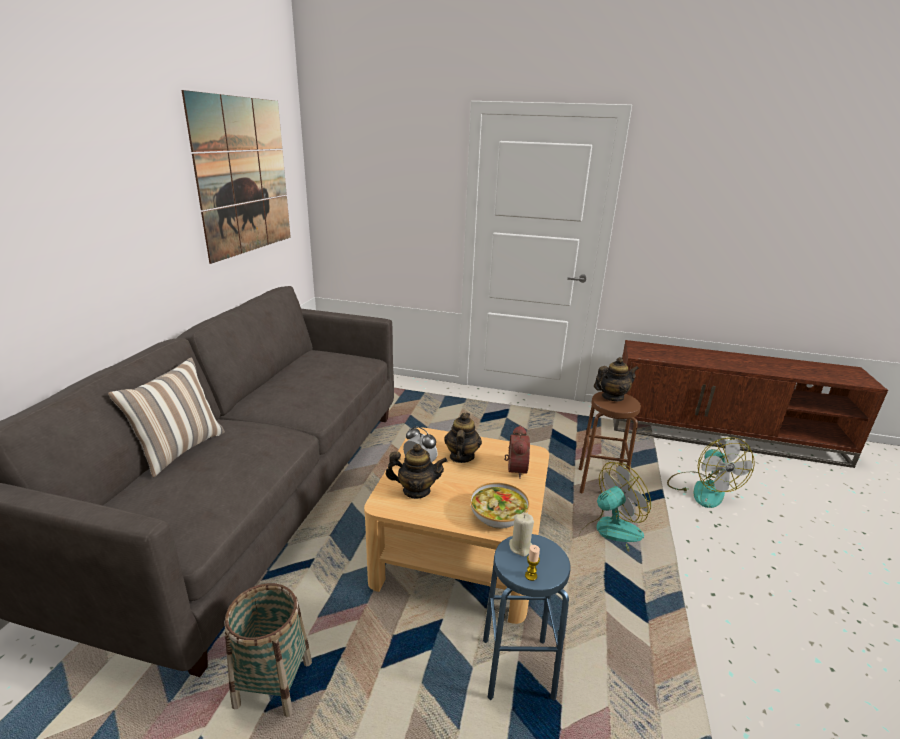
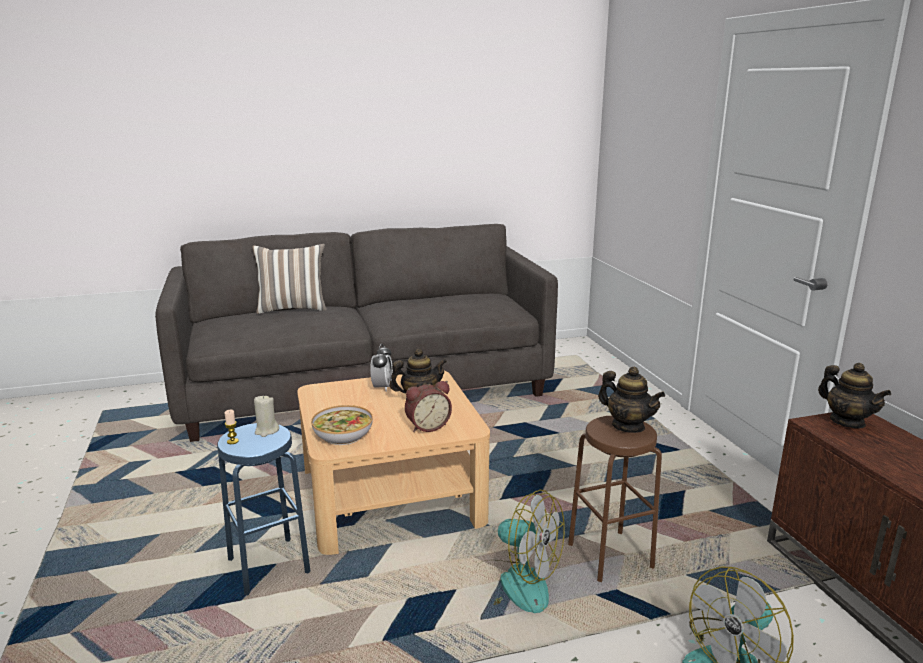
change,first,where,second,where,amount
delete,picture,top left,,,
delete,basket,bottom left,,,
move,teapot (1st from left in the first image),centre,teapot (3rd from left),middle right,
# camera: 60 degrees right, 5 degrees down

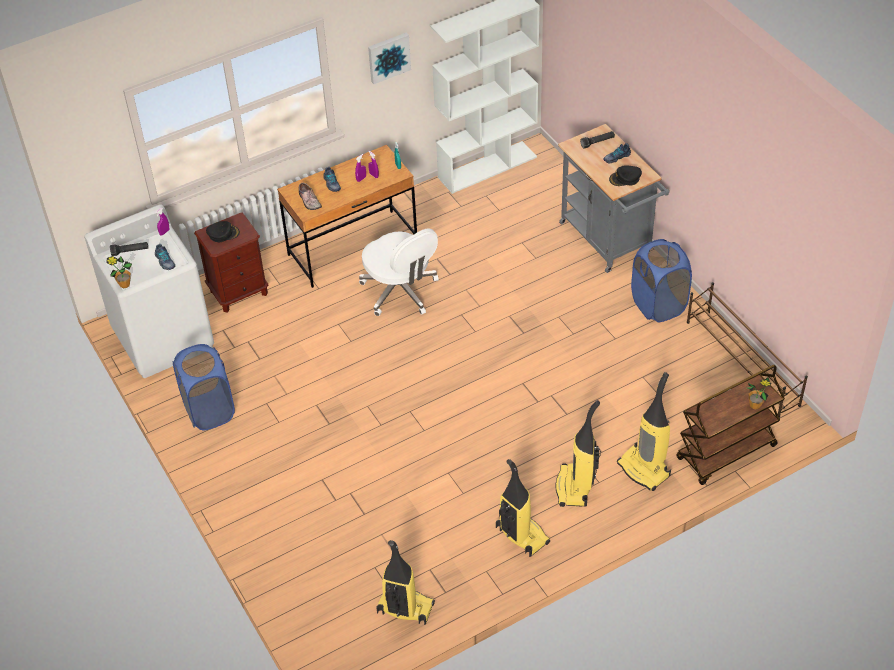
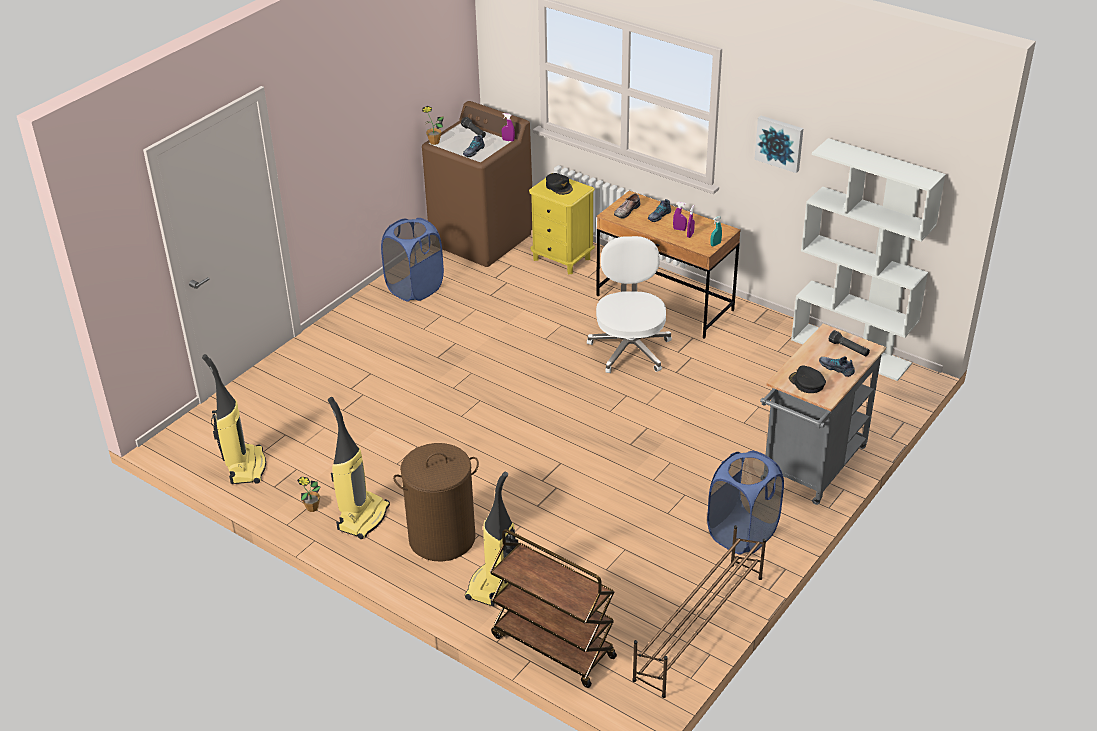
change,first,where,second,where,amount
recolor,washing machine (white),middle left,washing machine (brown),top centre,
recolor,nightstand (brown),middle left,nightstand (yellow),top centre,
rotate,office chair (white),centre,,centre,150 degrees clockwise
replace,vacuum cleaner (3rd from left),bottom centre,laundry basket (brown),bottom centre,
move,potted plant (2nd from left in the first image),middle right,potted plant (1st from left),bottom left,
# camera: 65 degrees right, 10 degrees down

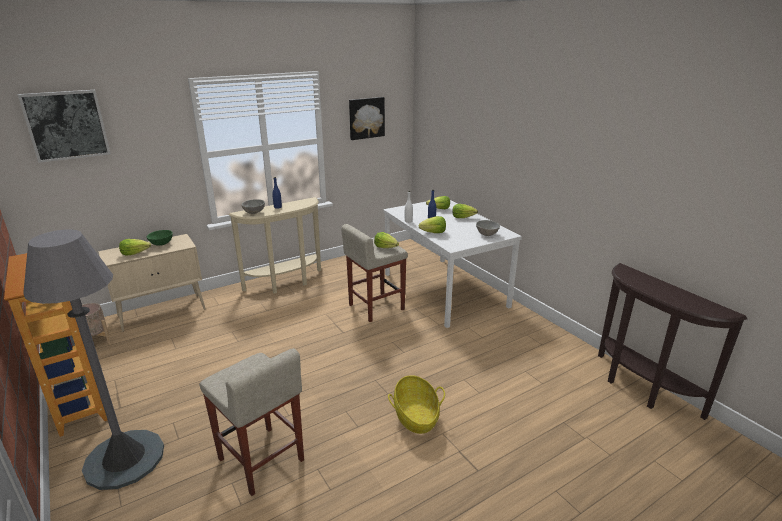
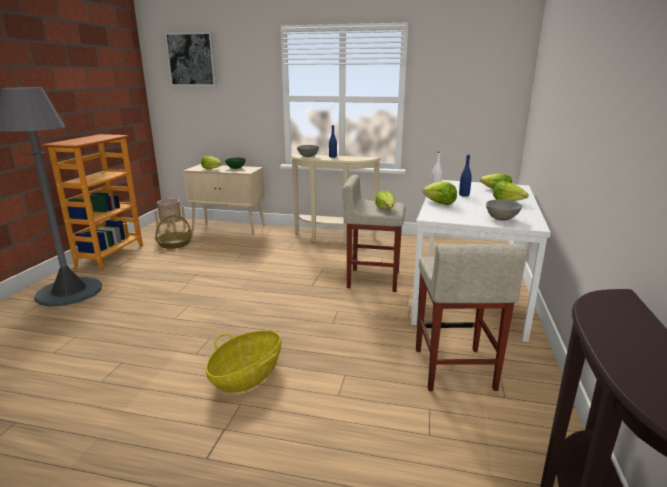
change,first,where,second,where,amount
move,stool (beige) (1st from left in the first image),bottom left,stool (beige) (2nd from left),middle right,
delete,picture (2nd from left),top centre,,,
insert,,,basket (1st from left),middle left,
# camera: 45 degrees right, 5 degrees down

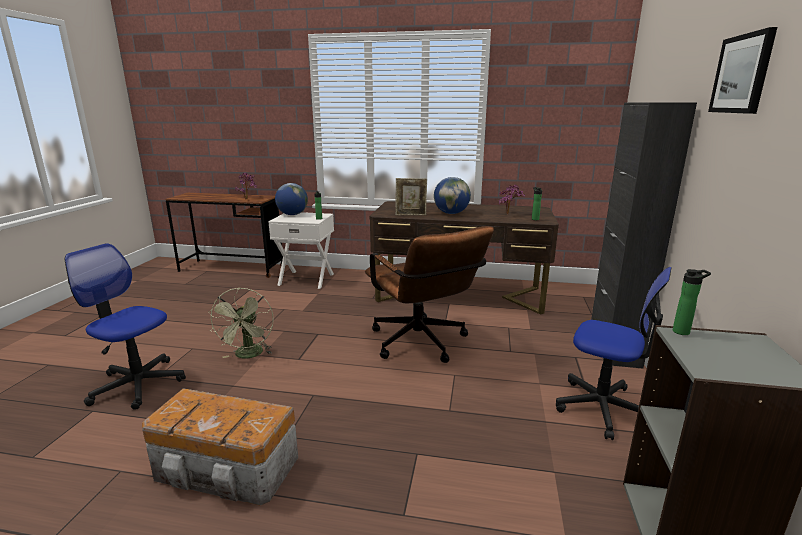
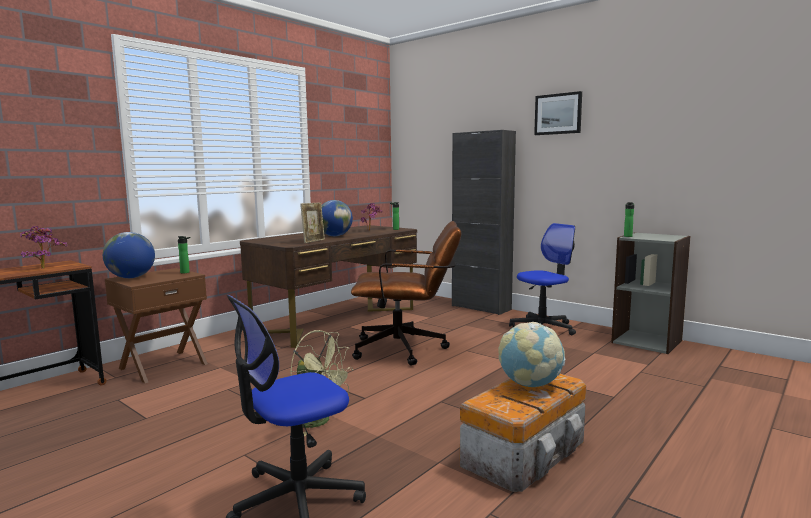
change,first,where,second,where,amount
recolor,nightstand (white),centre,nightstand (brown),middle left,
insert,,,globe (3rd from left),bottom centre,
# camera: 60 degrees left, 10 degrees down

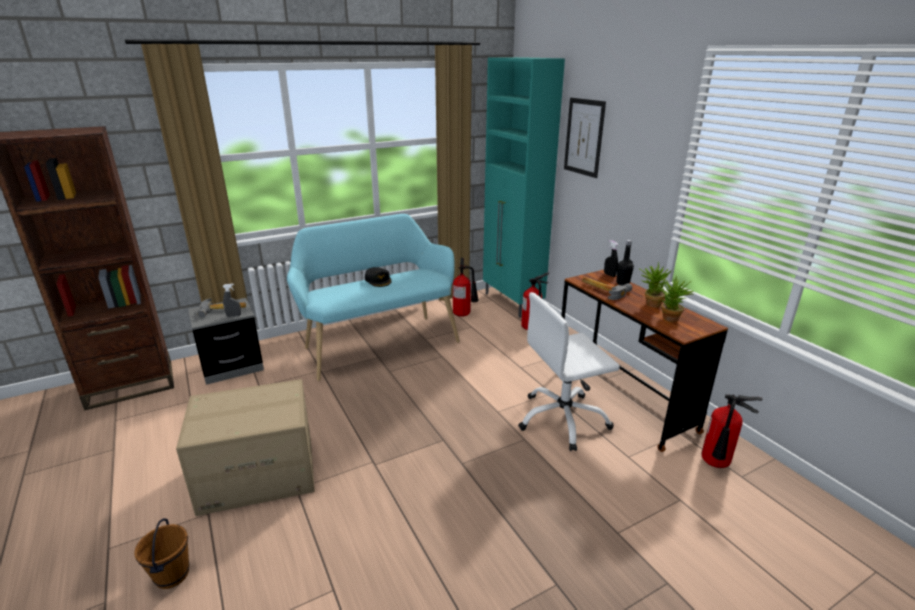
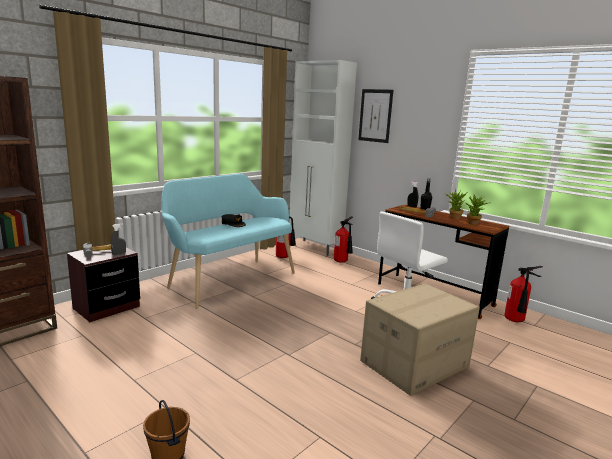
change,first,where,second,where,amount
move,cardboard box,bottom left,,bottom right,
recolor,nightstand (grey),middle left,nightstand (brown),middle left,
recolor,cabinet (turquoise),top centre,cabinet (white),centre,
# camera: 20 degrees left, 10 degrees down

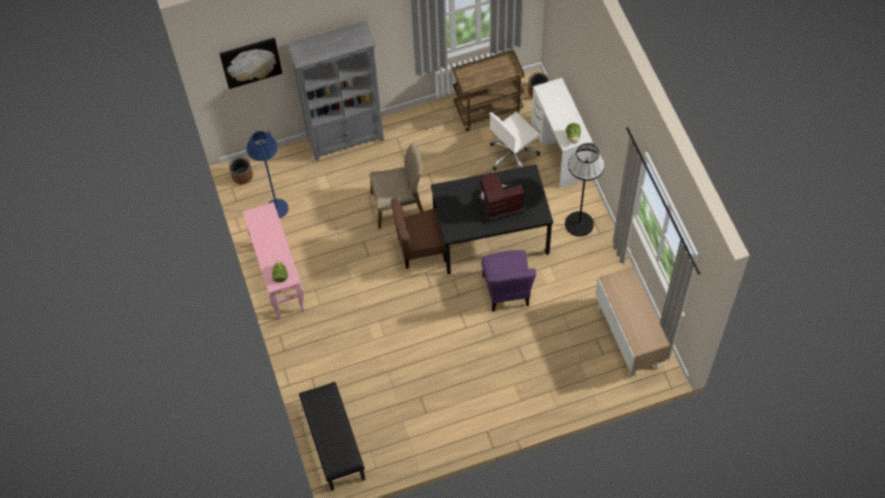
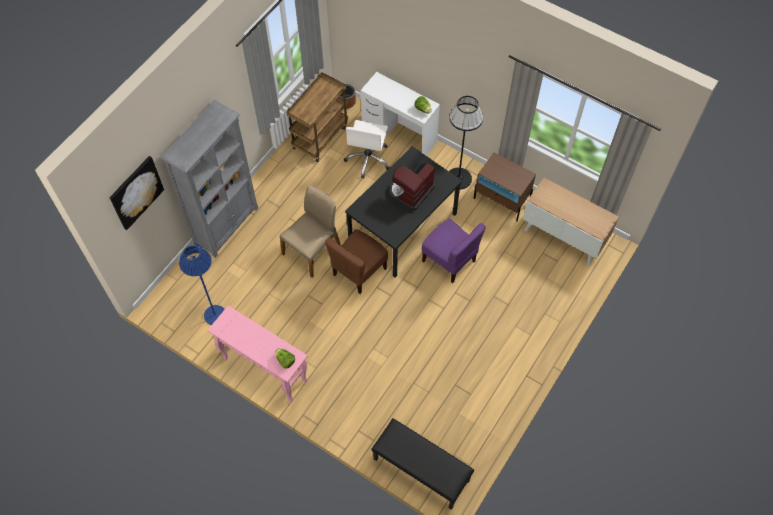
change,first,where,second,where,amount
delete,planter (brown) (1st from left),middle left,,,
insert,,,nightstand (brown),centre,
# camera: 40 degrees left, 0 degrees up

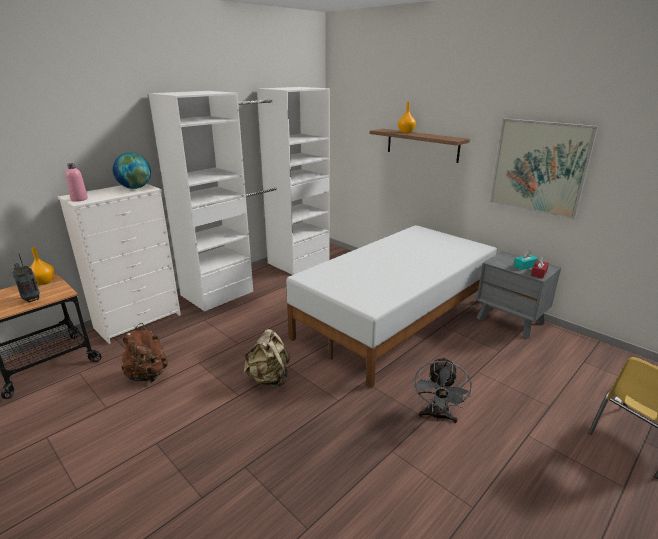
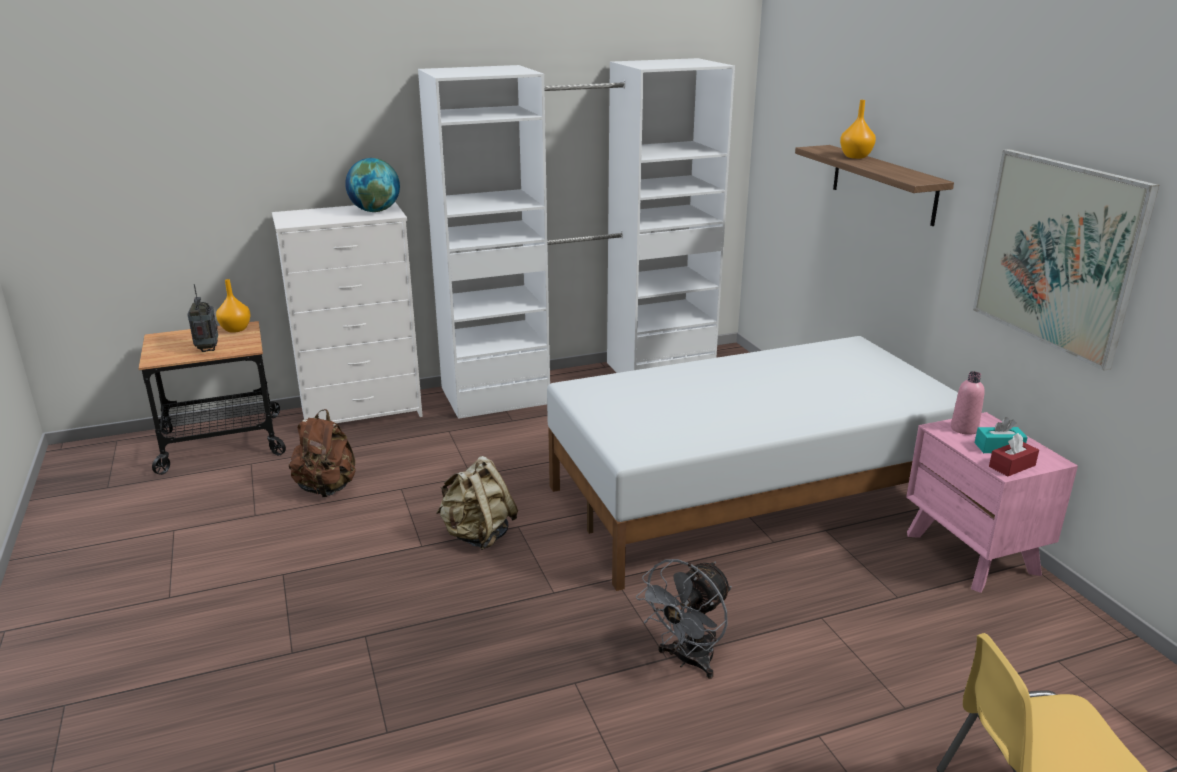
change,first,where,second,where,amount
move,bottle (pink),middle left,,middle right,
recolor,nightstand (grey),middle right,nightstand (pink),middle right,
# camera: 25 degrees right, 0 degrees up

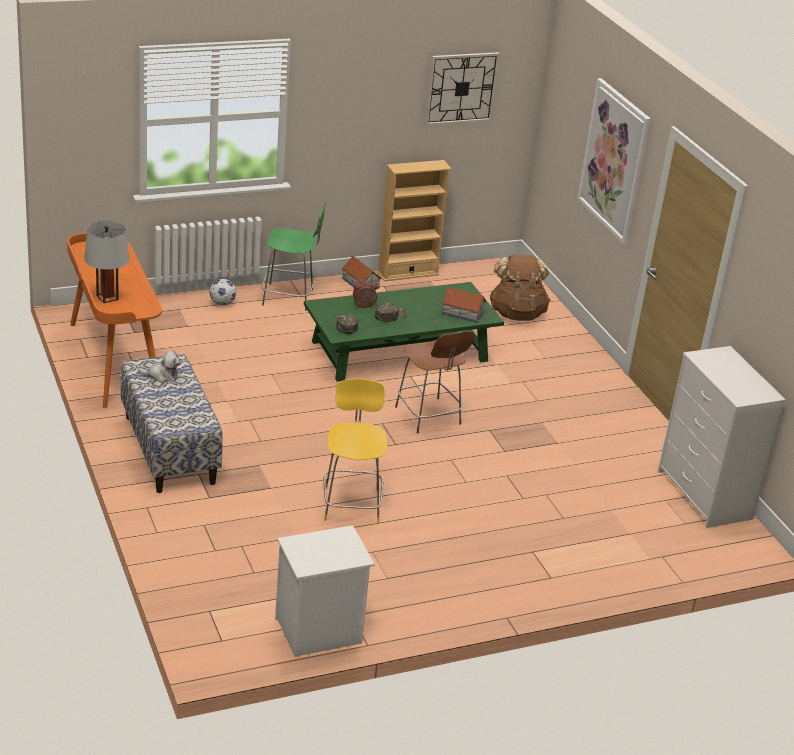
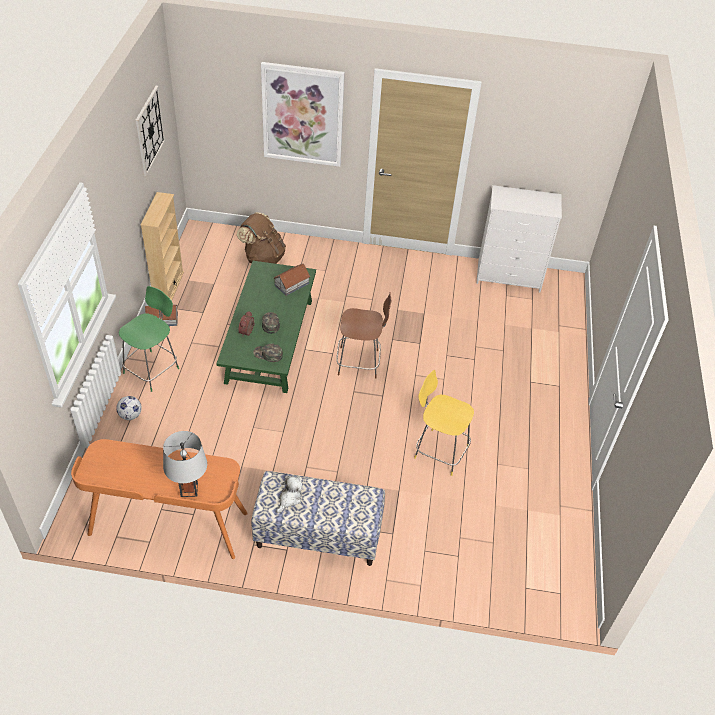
change,first,where,second,where,amount
delete,nightstand (white),bottom centre,,,
# camera: 60 degrees left, 15 degrees up

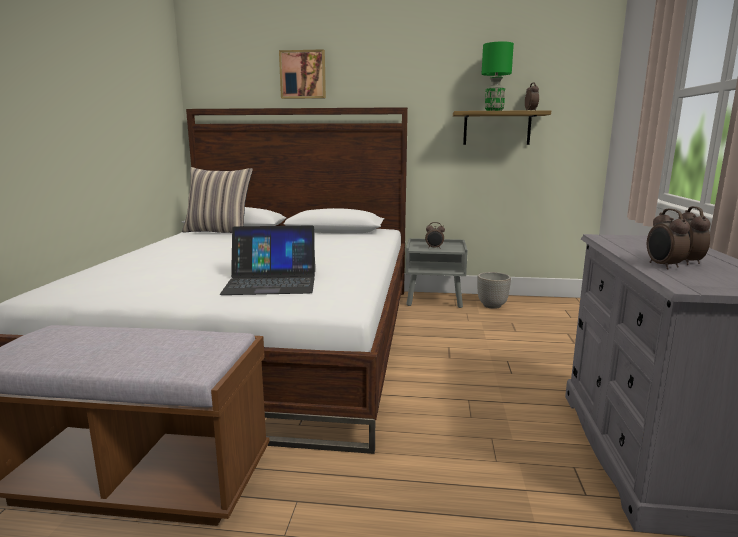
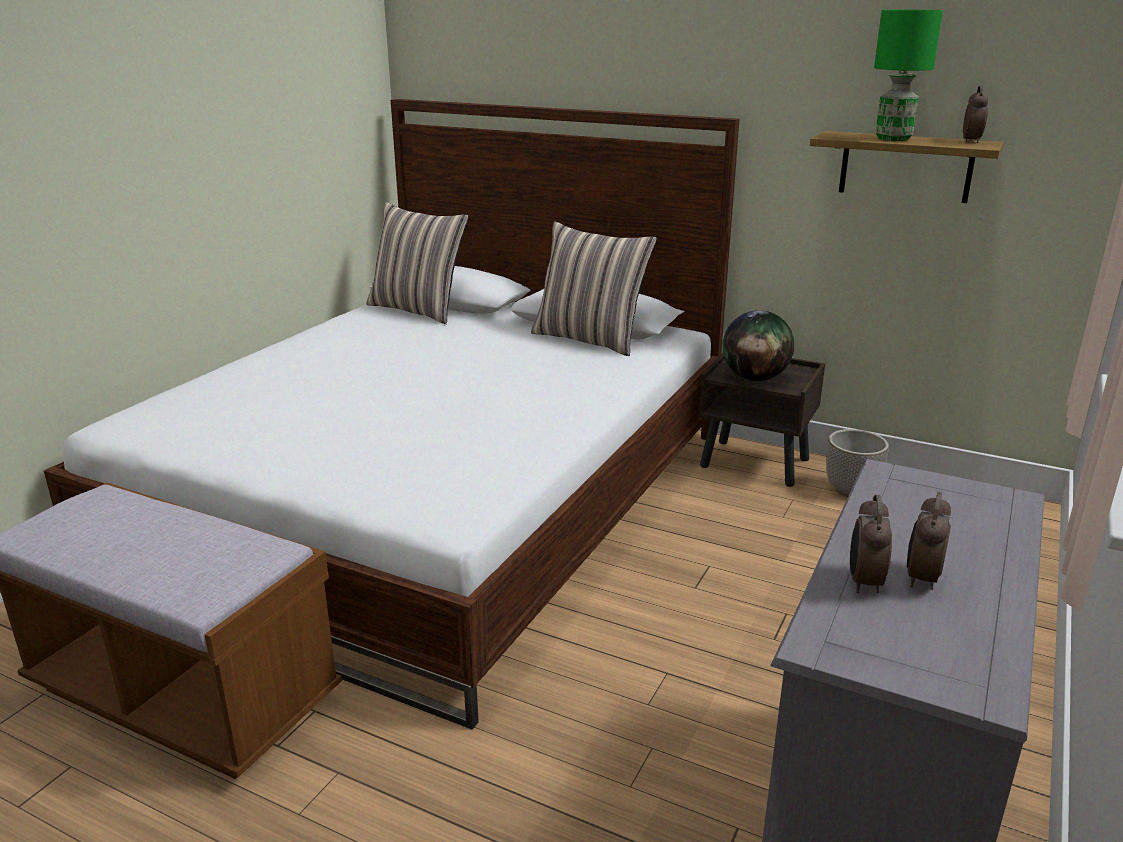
change,first,where,second,where,amount
delete,laptop,centre,,,
delete,picture,top centre,,,
recolor,nightstand (grey),centre,nightstand (brown),middle right,
replace,alarm clock (1st from left),centre,globe,middle right,
insert,,,pillow (2nd from left),centre,
# camera: 20 degrees right, 10 degrees up

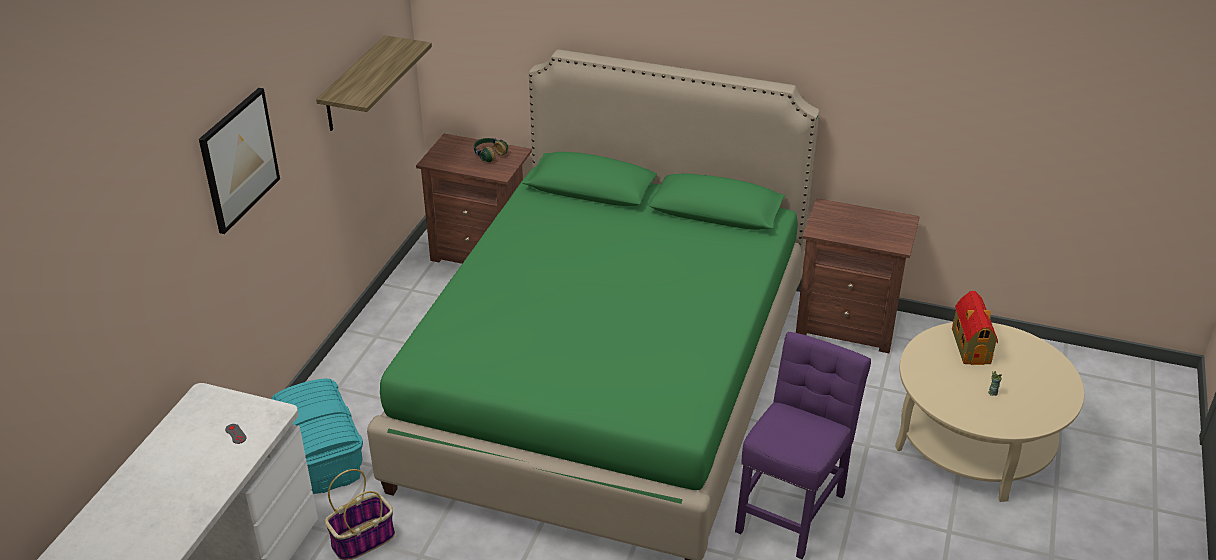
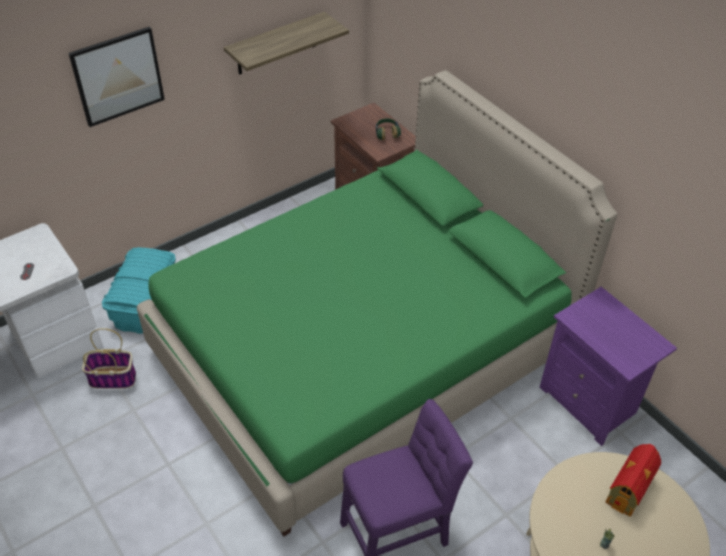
change,first,where,second,where,amount
recolor,nightstand (brown) (2nd from left),middle right,nightstand (purple),middle right,
# camera: 35 degrees right, 10 degrees up

